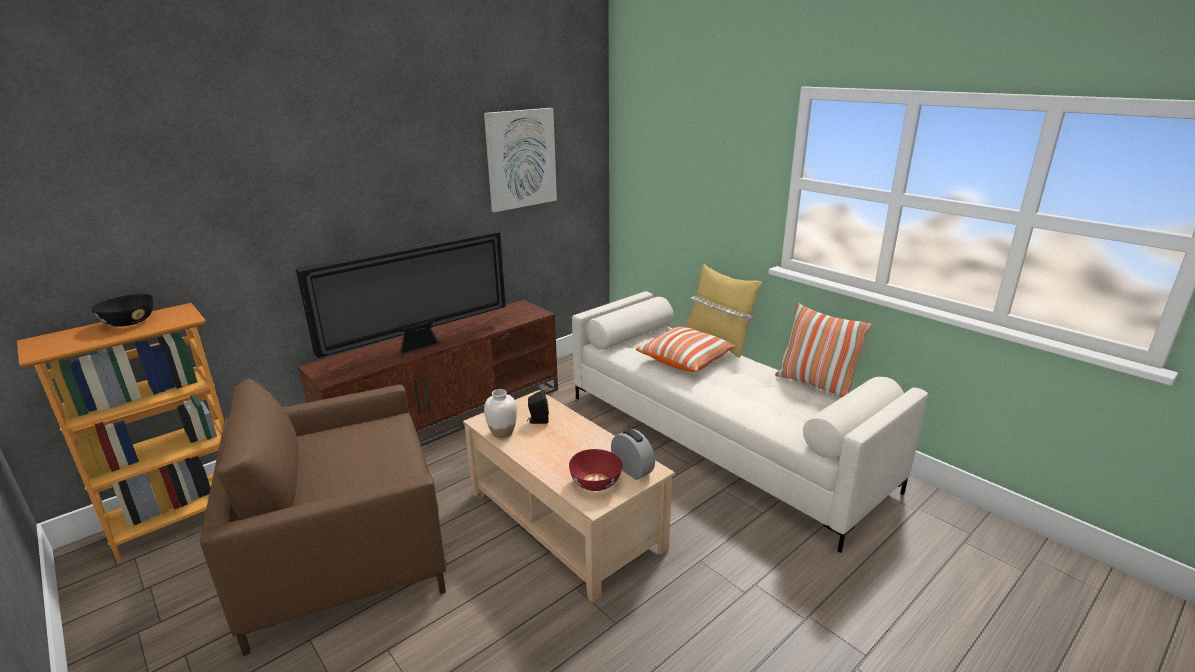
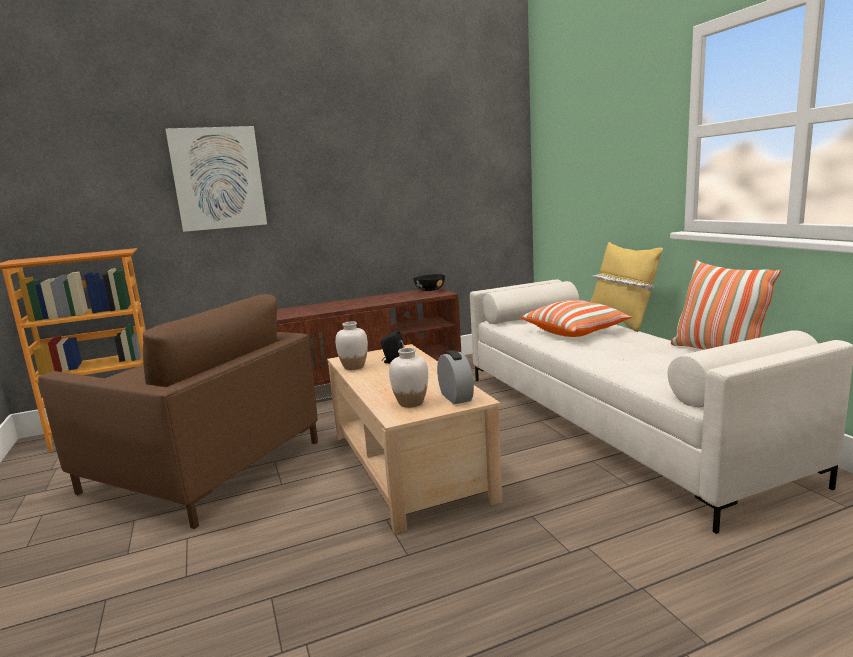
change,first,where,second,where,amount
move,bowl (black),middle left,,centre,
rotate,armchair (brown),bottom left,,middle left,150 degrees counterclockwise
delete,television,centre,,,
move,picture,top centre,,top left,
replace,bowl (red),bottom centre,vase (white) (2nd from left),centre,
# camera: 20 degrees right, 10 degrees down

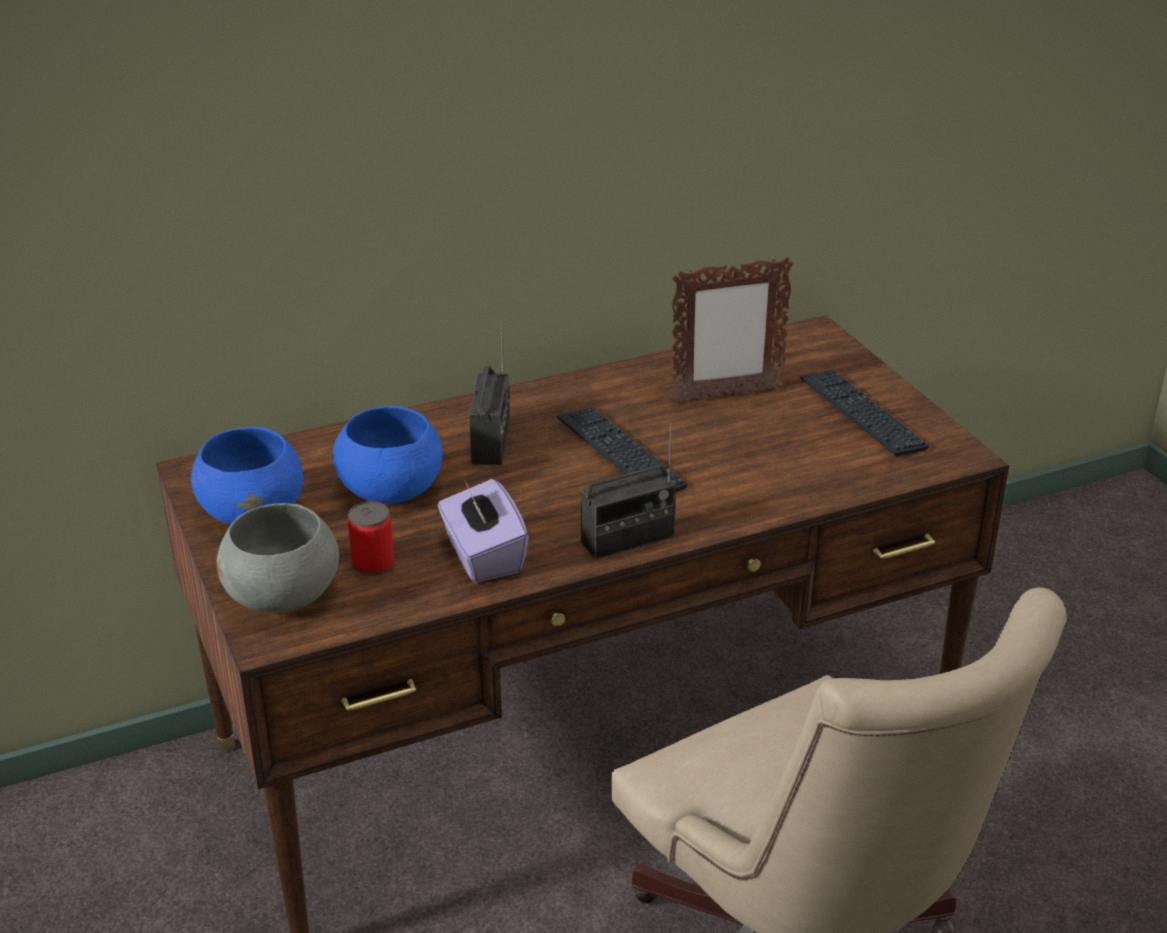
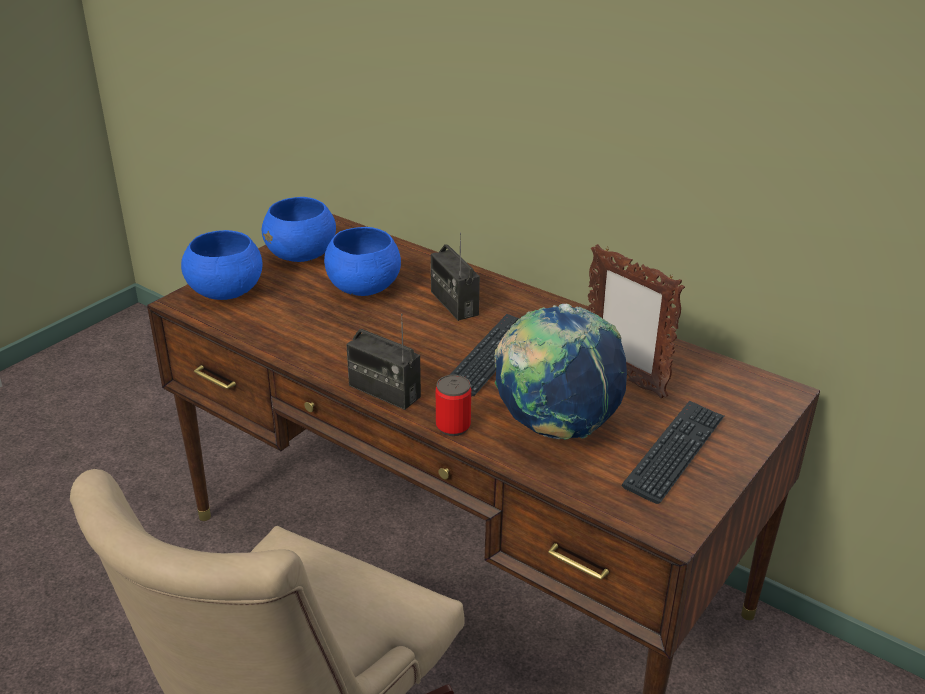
change,first,where,second,where,amount
recolor,bowl (grey),middle left,bowl (blue) (1st from left),middle left,
move,can,middle left,,centre,
delete,tissue box (purple),centre,,,
rotate,radio (1st from left in the first image),centre,radio (2nd from left),centre,90 degrees clockwise
insert,,,globe,centre,
# camera: 60 degrees right, 0 degrees up

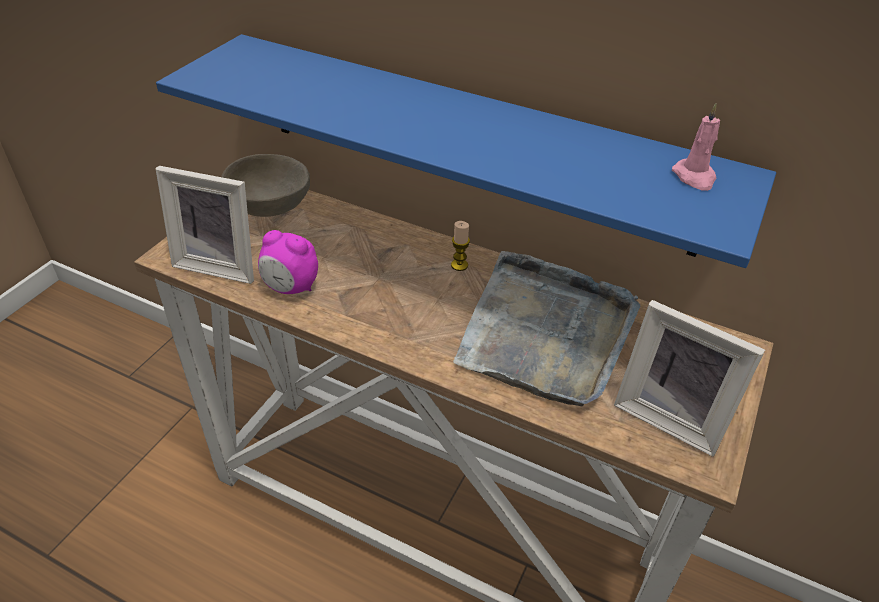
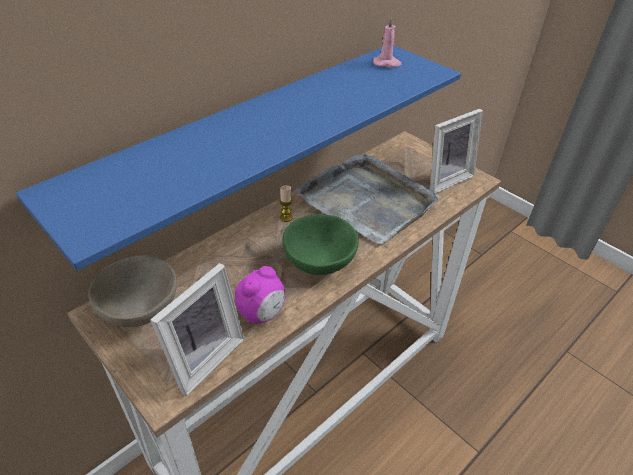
change,first,where,second,where,amount
insert,,,bowl (green),centre,
# camera: 70 degrees left, 0 degrees up

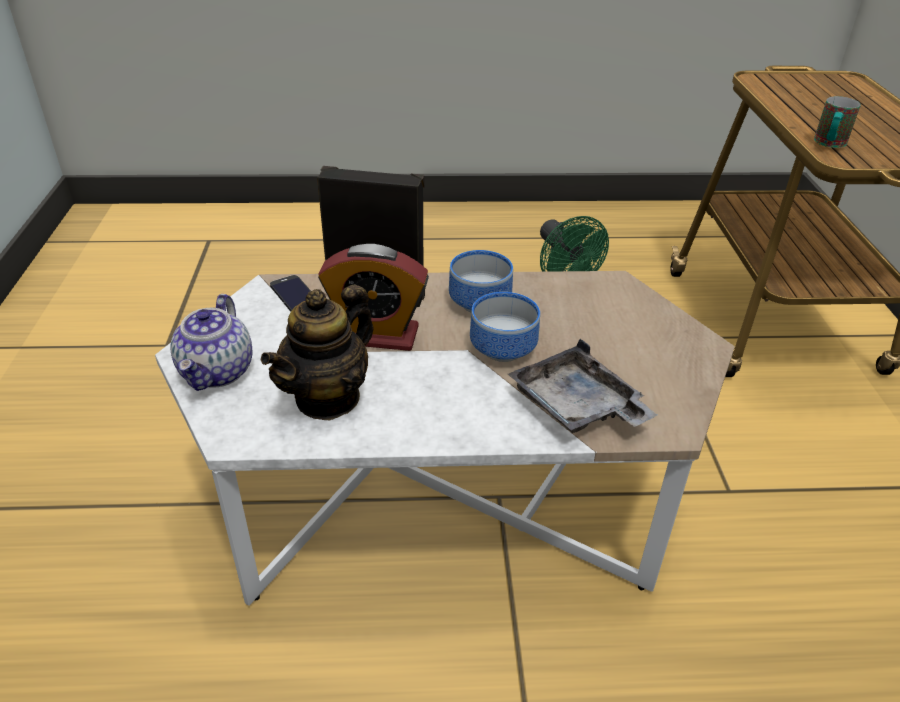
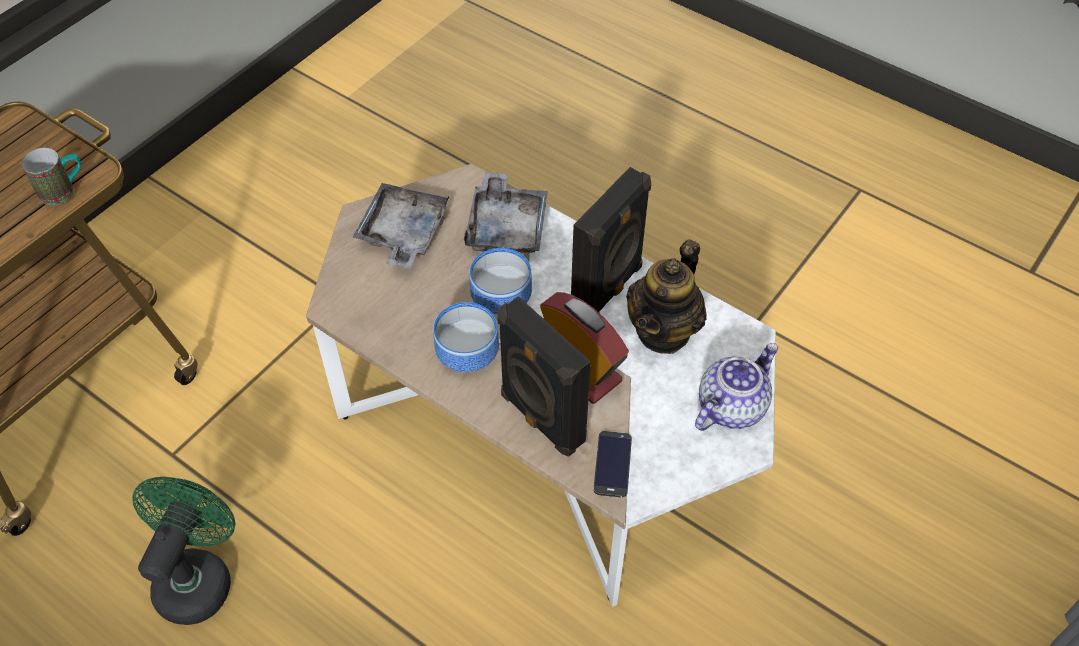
change,first,where,second,where,amount
rotate,teapot (2nd from left in the first image),centre,teapot (1st from left),centre,135 degrees clockwise
insert,,,tray (grey) (1st from left),centre,
insert,,,speaker (black) (2nd from left),centre,
# camera: 140 degrees left, 15 degrees up

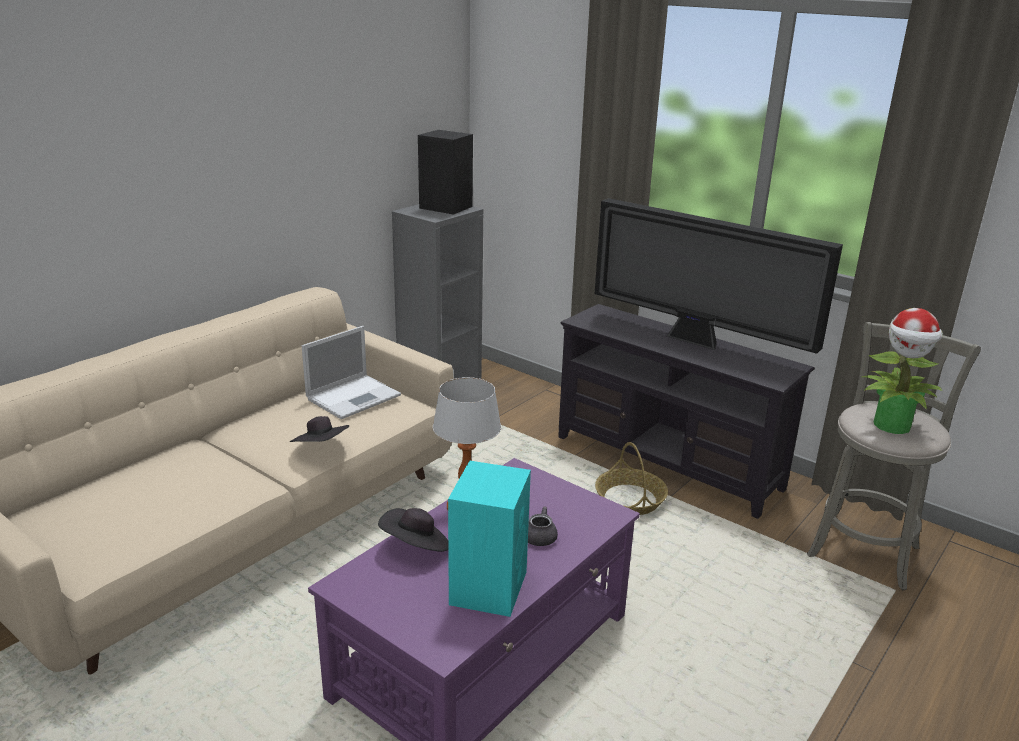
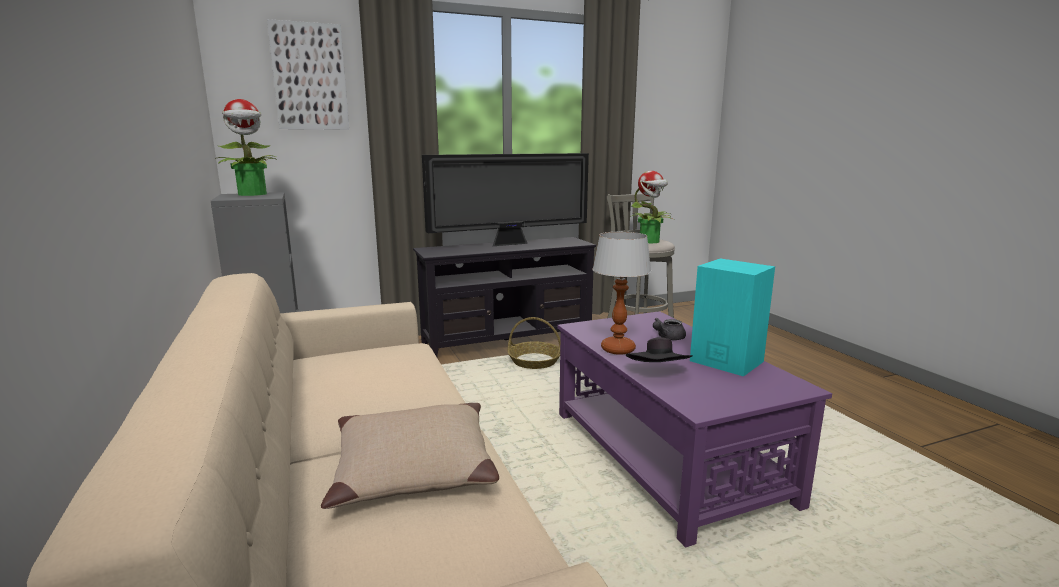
change,first,where,second,where,amount
delete,hat (black) (1st from left),middle left,,,
delete,laptop,centre,,,
replace,speaker (black),top centre,potted plant (1st from left),top left,
insert,,,picture,top left,
insert,,,pillow (beige),bottom centre,
# camera: 60 degrees left, 10 degrees down

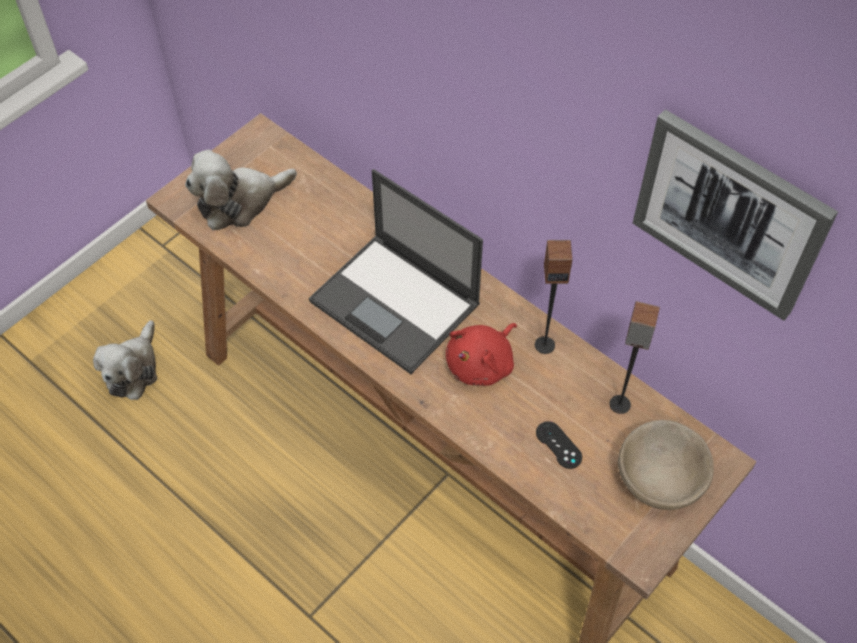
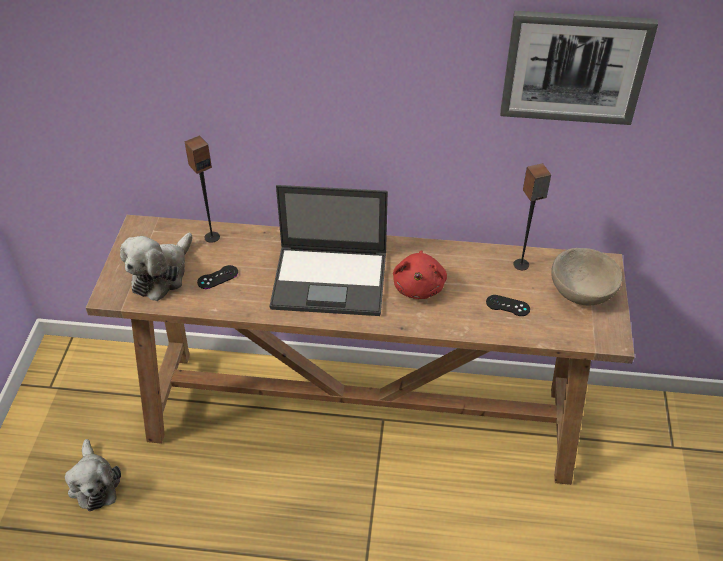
change,first,where,second,where,amount
move,speaker (1st from left),centre,,middle left,
insert,,,game controller (black) (1st from left),middle left,
# camera: 35 degrees left, 10 degrees down

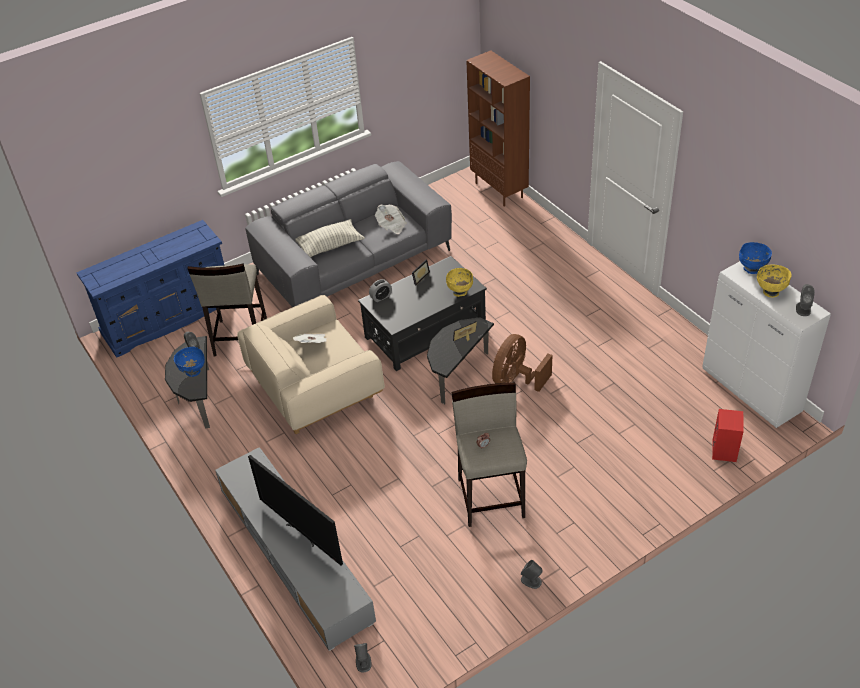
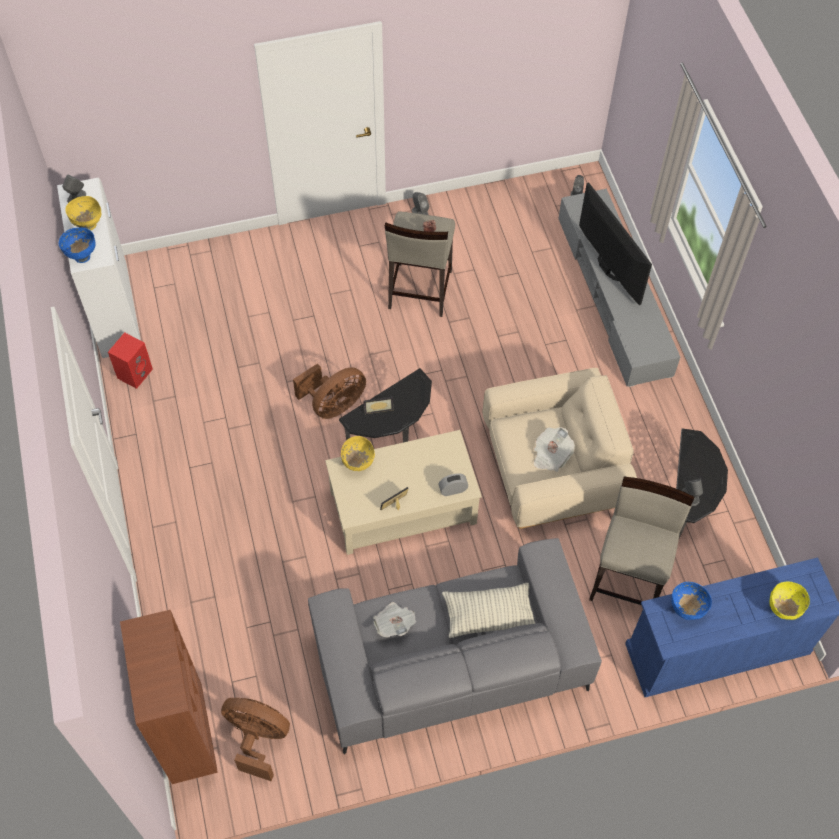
change,first,where,second,where,amount
move,bowl (blue) (1st from left in the first image),middle left,bowl (blue) (2nd from left),bottom right,
recolor,coffee table (black),centre,coffee table (beige),centre,
move,speaker (red),middle right,,middle left,
insert,,,fan (brown) (1st from left),bottom left,
insert,,,bowl (yellow) (3rd from left),bottom right,
# camera: 165 degrees left, 15 degrees up

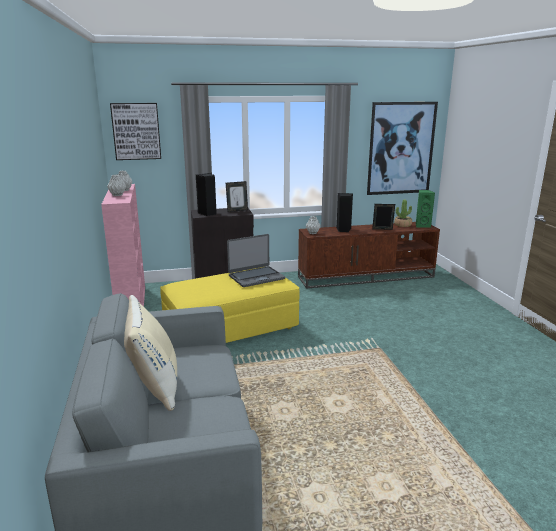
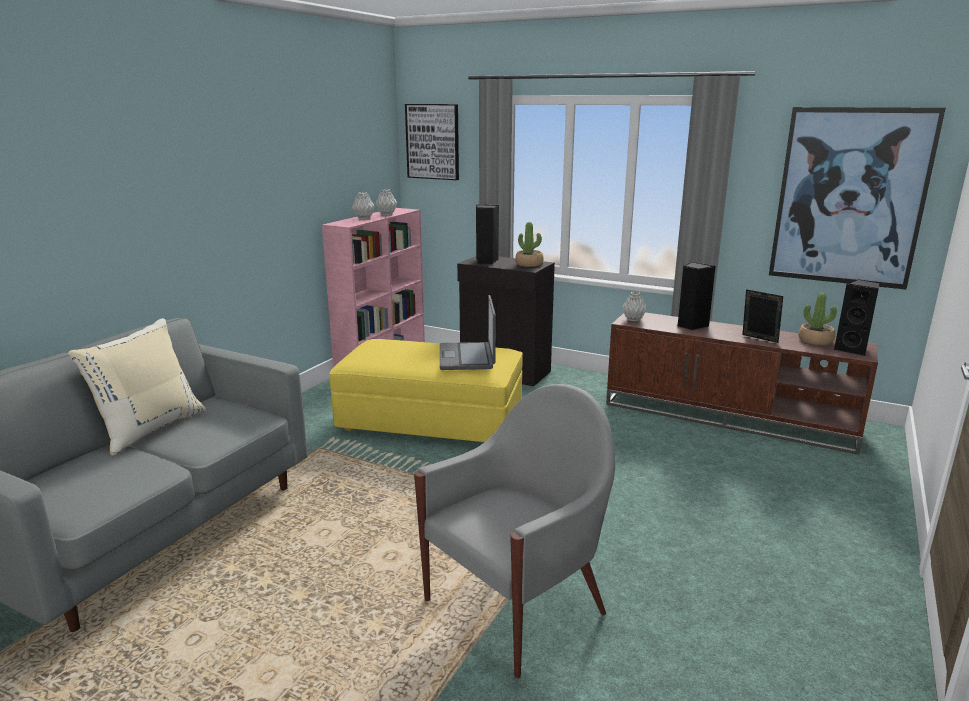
change,first,where,second,where,amount
replace,picture frame (1st from left),centre,potted plant (1st from left),centre,
rotate,laptop,centre,,centre,75 degrees clockwise
recolor,speaker (green),middle right,speaker (black) (3rd from left),middle right,
insert,,,armchair (grey),bottom centre,
# camera: 40 degrees right, 0 degrees up

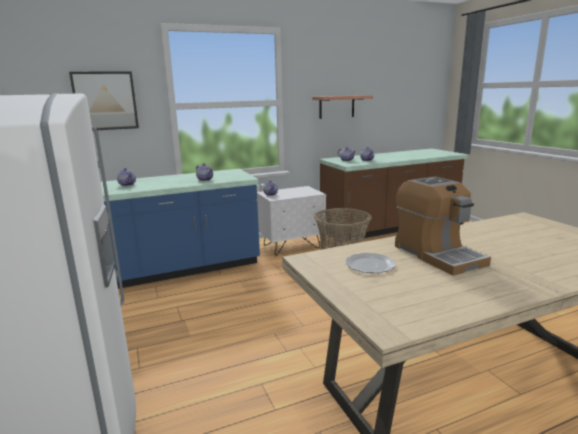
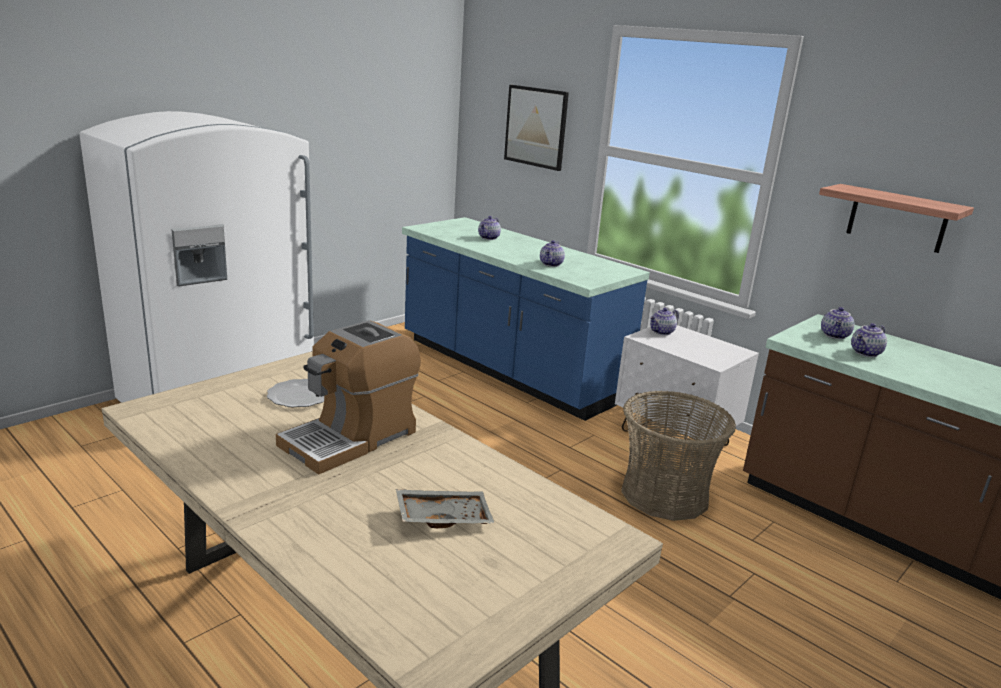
change,first,where,second,where,amount
insert,,,tray (grey),bottom centre,
# camera: 65 degrees right, 5 degrees up

